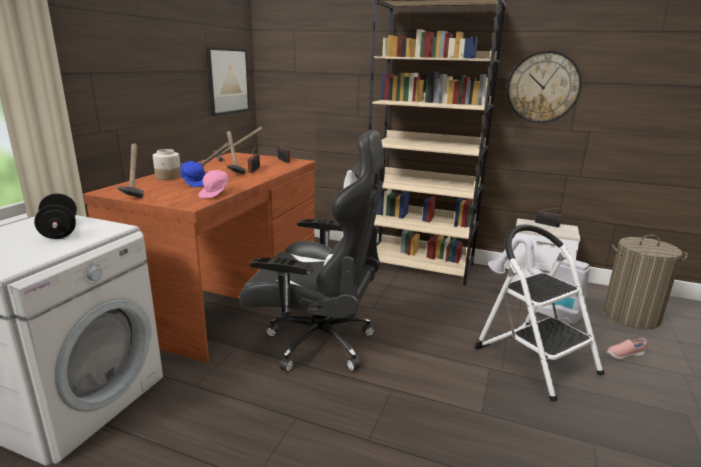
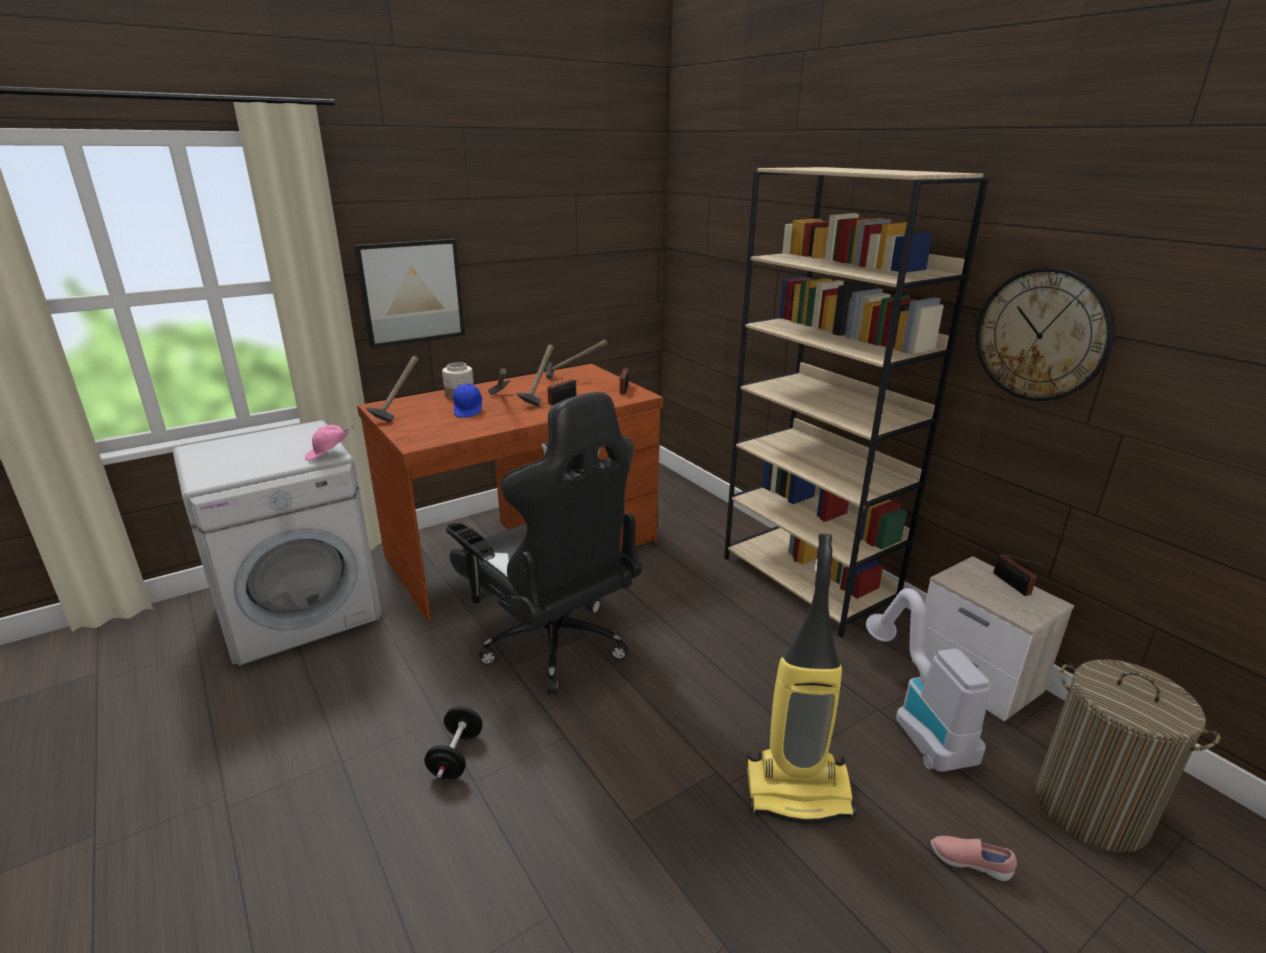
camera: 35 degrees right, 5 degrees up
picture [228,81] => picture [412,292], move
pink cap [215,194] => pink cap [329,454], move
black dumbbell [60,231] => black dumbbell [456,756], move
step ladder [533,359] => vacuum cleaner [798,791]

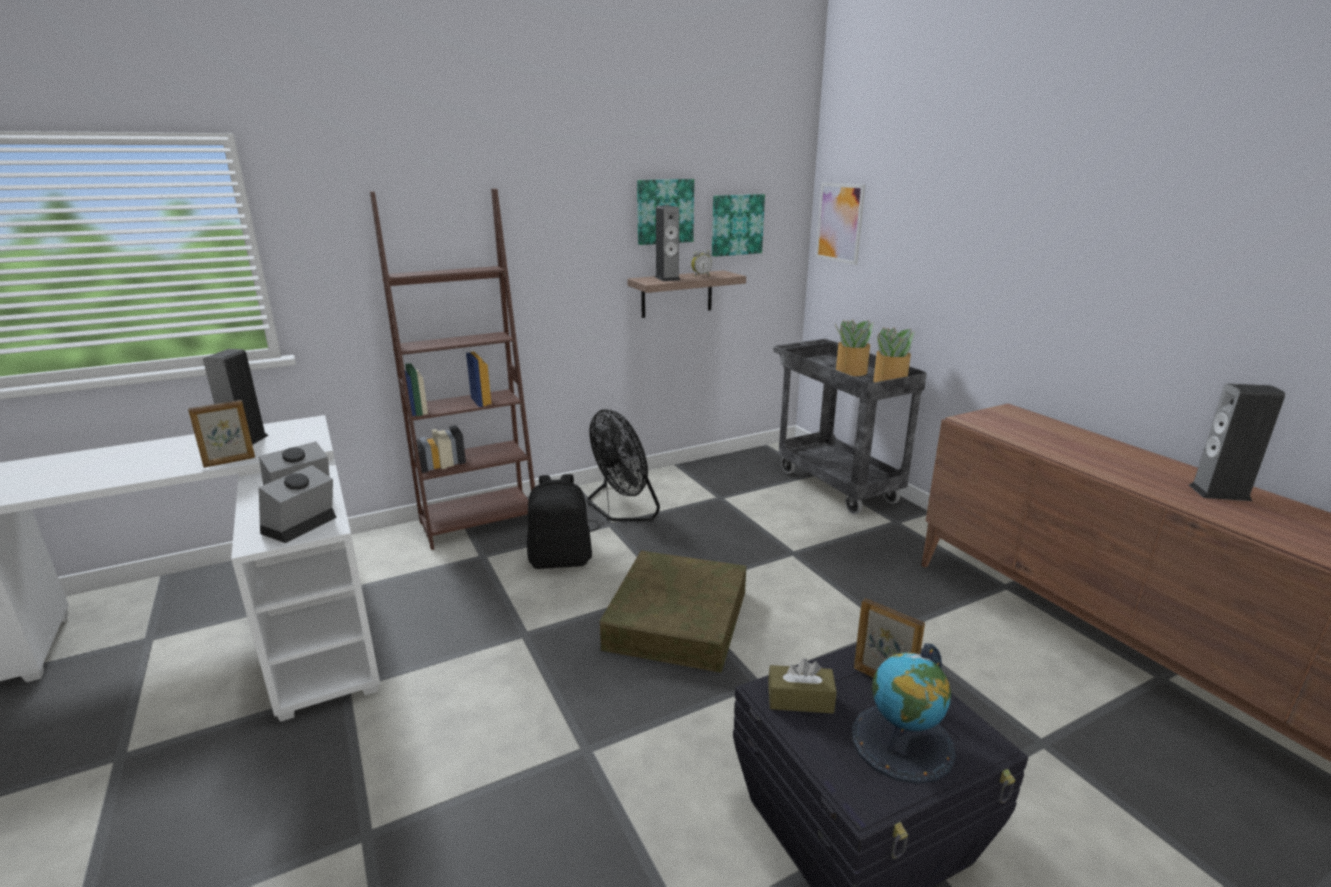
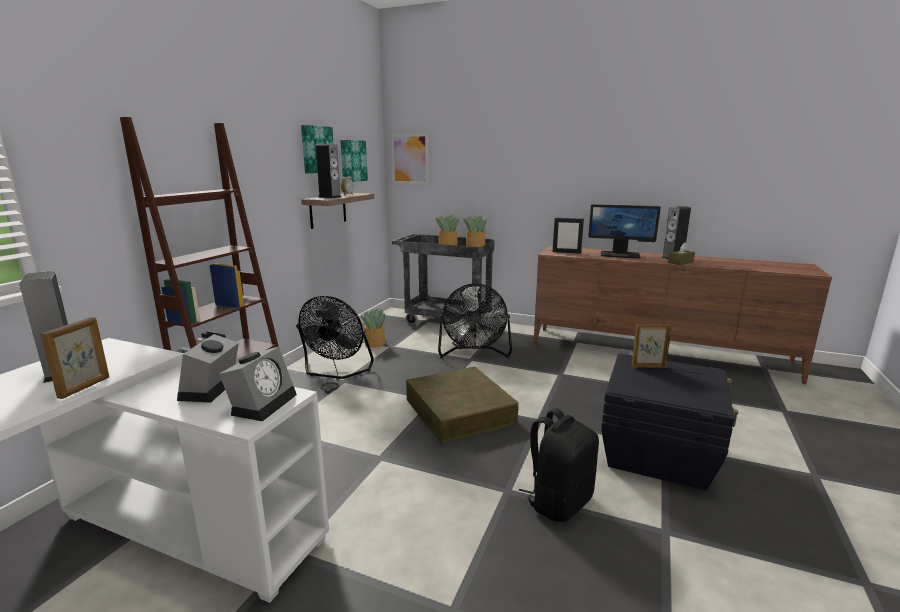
camera: 40 degrees left, 5 degrees down
alarm clock [299,527] => alarm clock [263,403], 150 degrees counterclockwise
black backpack [561,560] => black backpack [559,501], move
globe [902,742] => nothing
brown tissue box [800,699] => brown tissue box [680,262], move
nothing => monitor [620,255]
nothing => picture frame [566,252]
nothing => black fan [471,352]
nothing => potted plant [374,344]

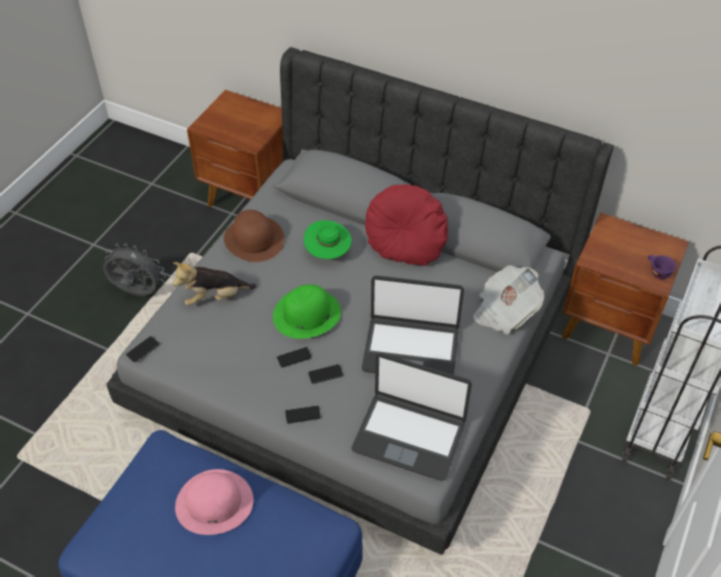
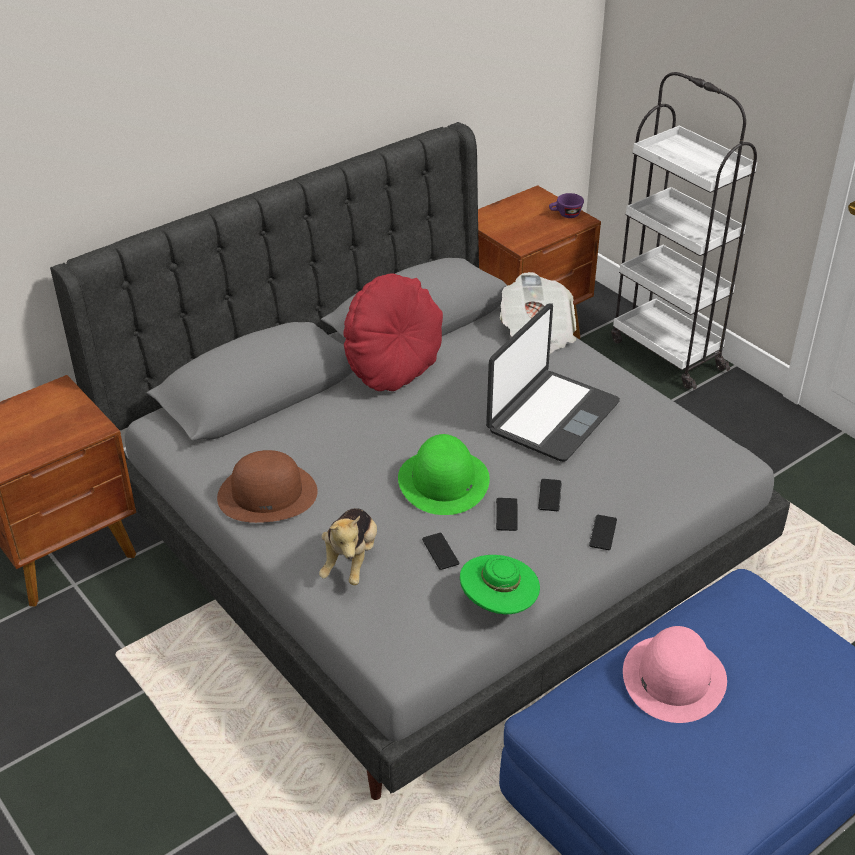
camera: 65 degrees left, 10 degrees down
green hat [328,252] => green hat [498,604], move
grey fan [137,293] => nothing
phone [143,349] => phone [440,551], move
laptop [409,435] => nothing

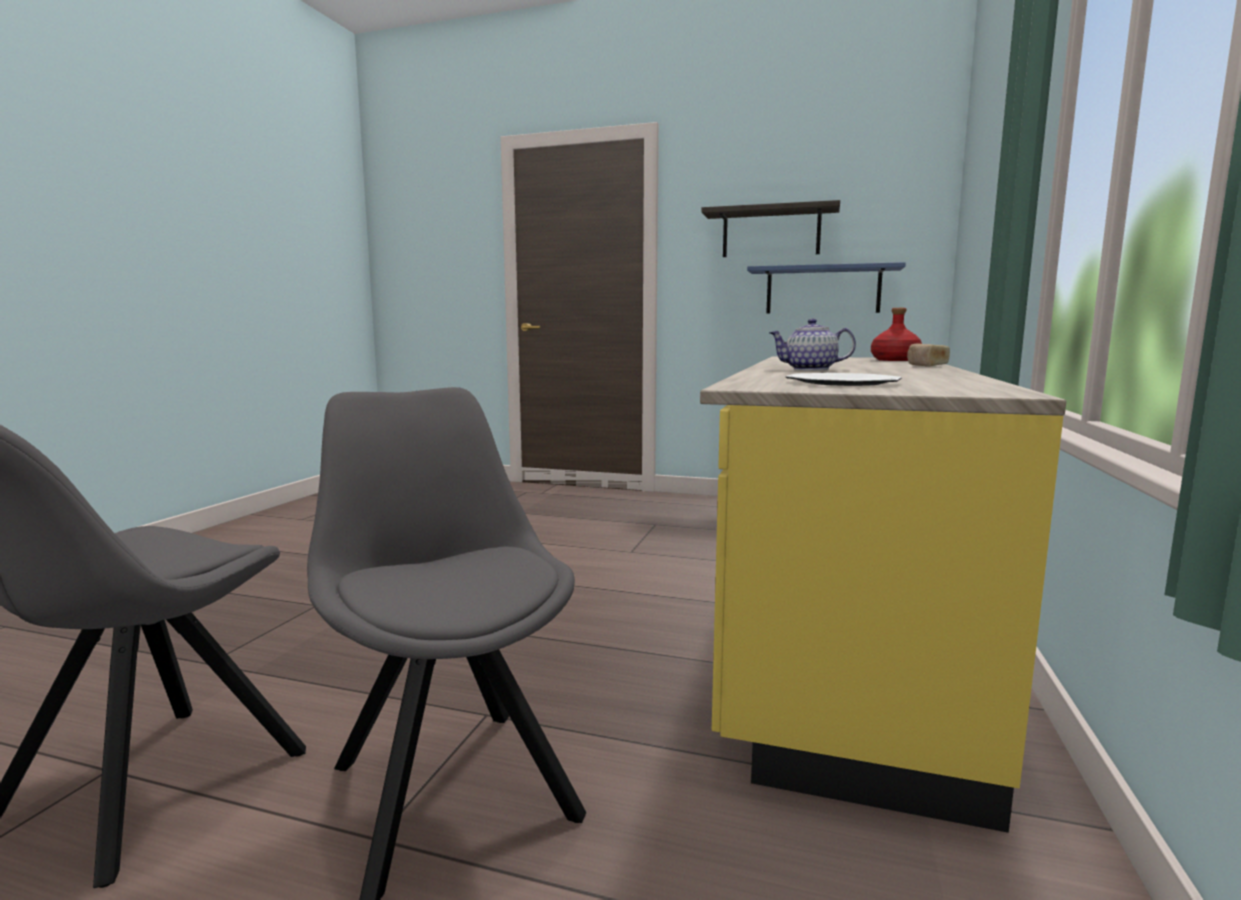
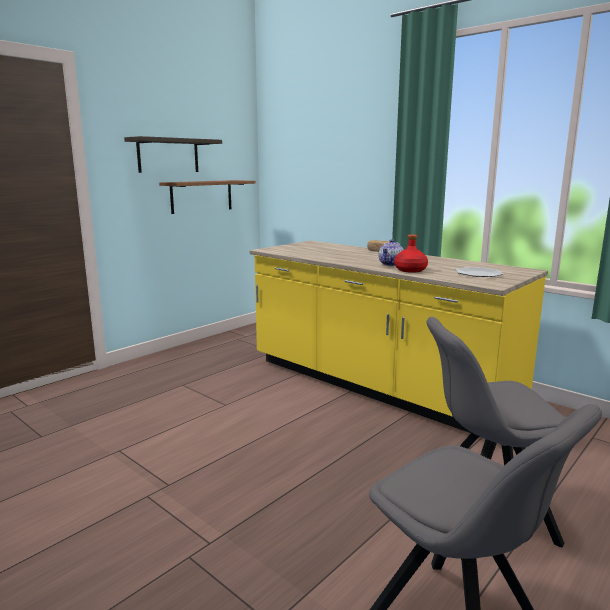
camera: 65 degrees left, 5 degrees up
blue shelf [822,290] => brown shelf [201,196]
red bottle [894,360] => red bottle [410,270], move

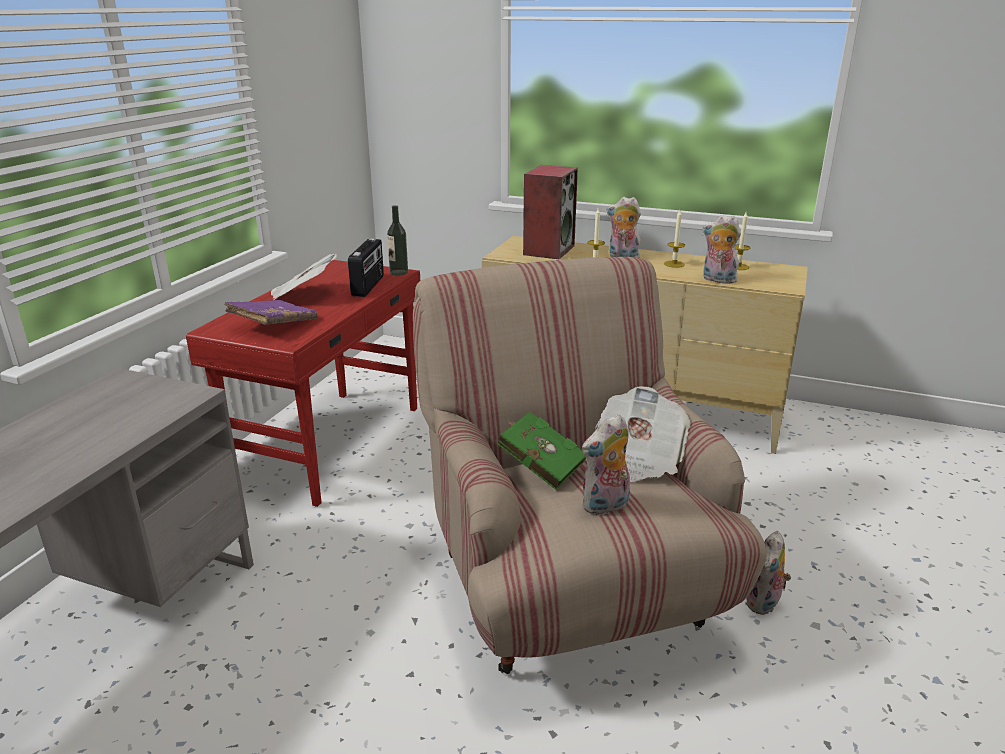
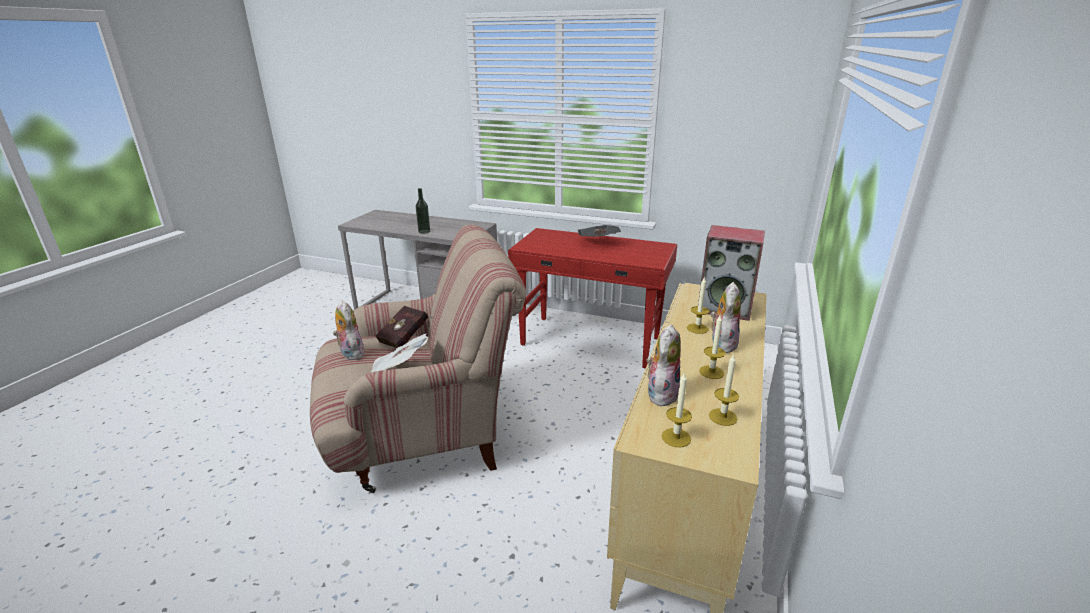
camera: 90 degrees right, 0 degrees up
bottle [398,272] => bottle [424,231], move
radio [368,286] => nothing
purple book [274,324] => nothing
green book [539,466] => red book [406,337]
plush toy [764,603] => nothing
nothing => candle [676,437]

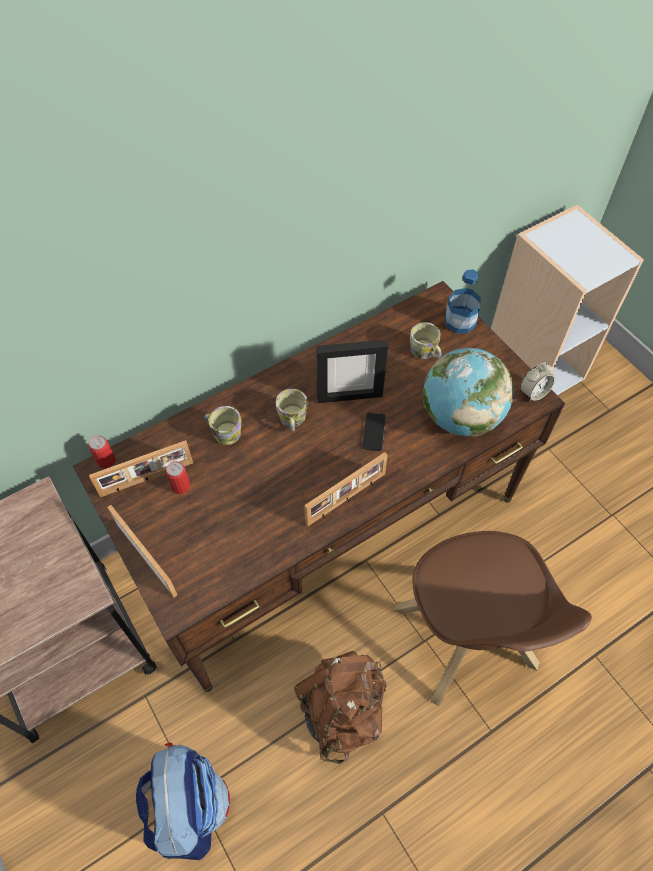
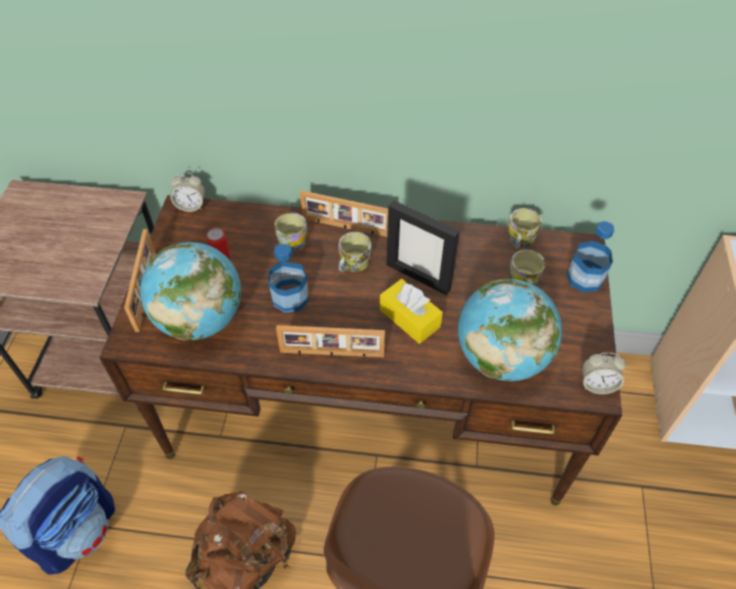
camera: 40 degrees right, 5 degrees down
phone [374,432] => yellow tissue box [409,318]
can [106,460] => alarm clock [191,206]
picture frame [147,479] => picture frame [345,228], move
nothing => mug [519,241]
nothing => globe [200,319]
nothing => bottle [290,298]

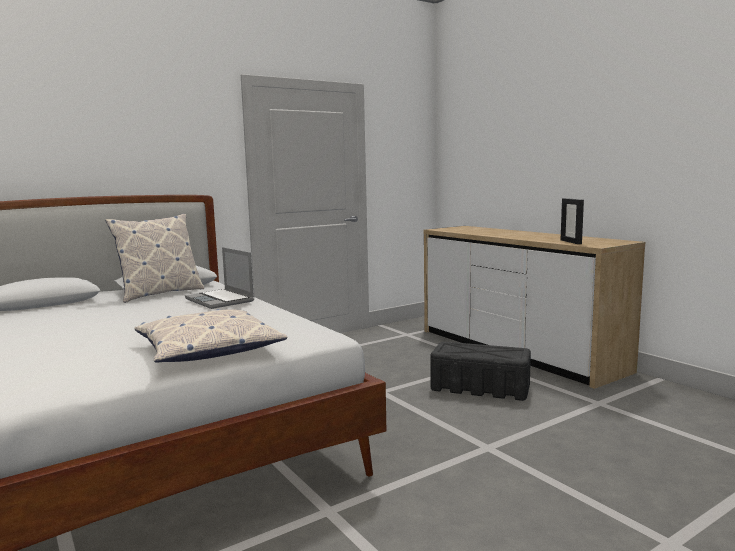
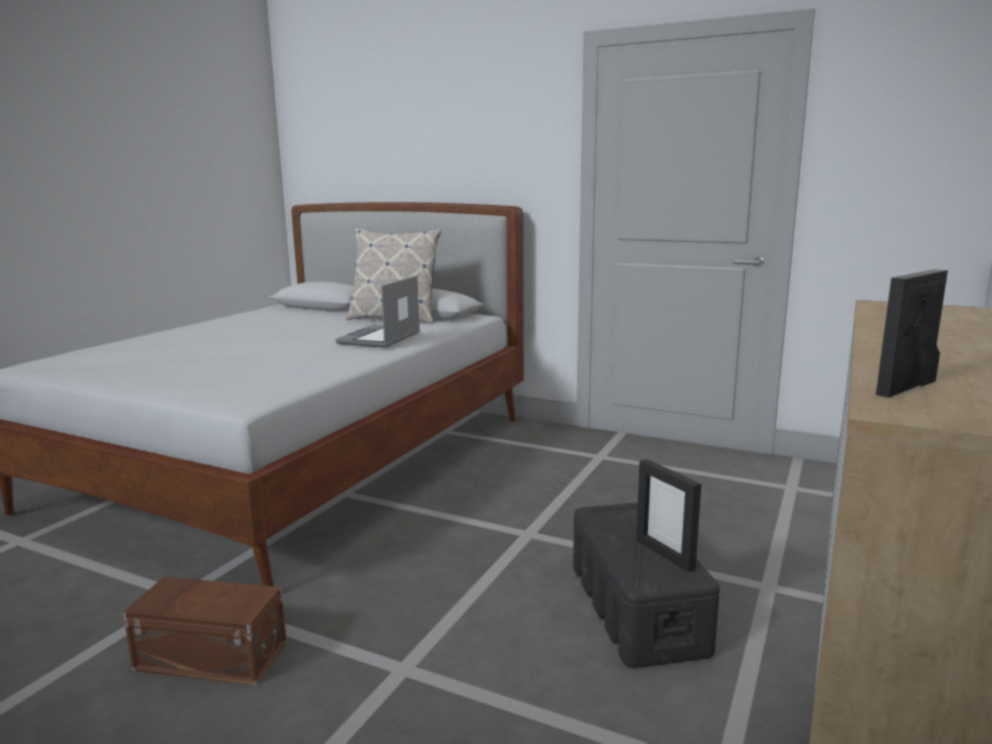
camera: 60 degrees right, 5 degrees up
pillow [208,349] => nothing
nothing => picture frame [665,554]
nothing => brown storage box [211,654]

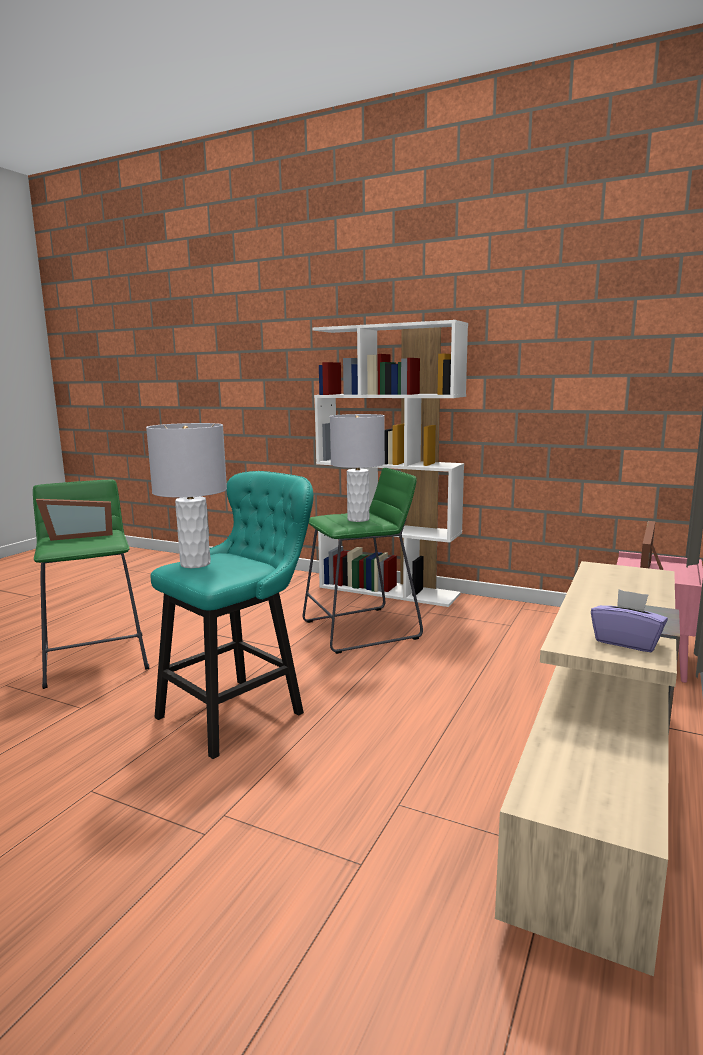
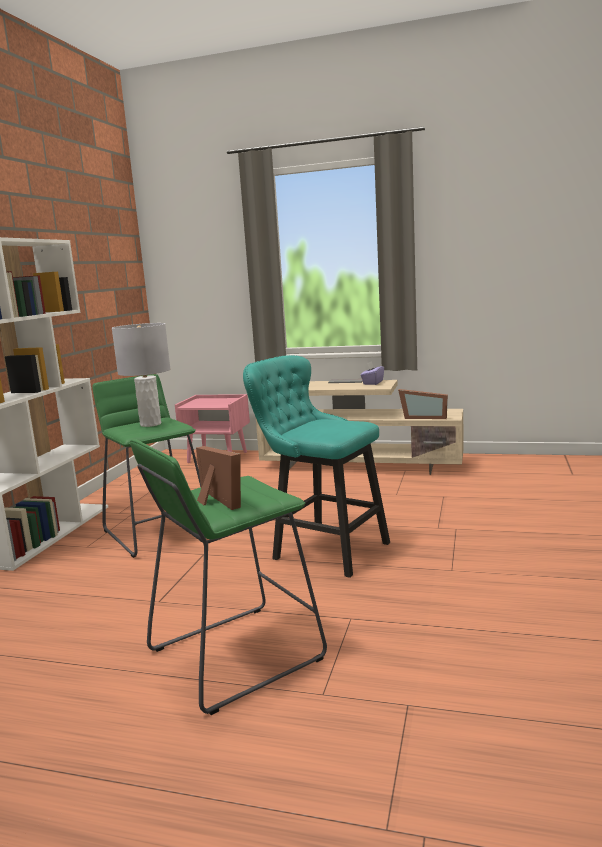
camera: 100 degrees left, 0 degrees up
grey table lamp [195,564] => nothing
picture frame [652,568] => picture frame [423,417], move

